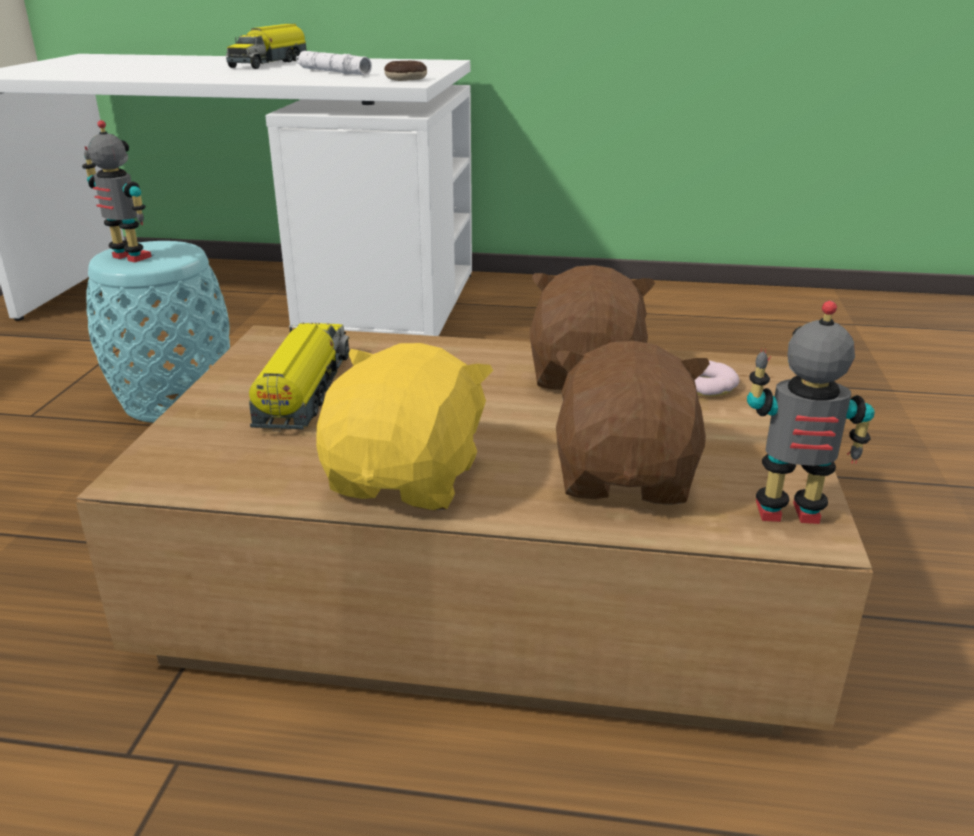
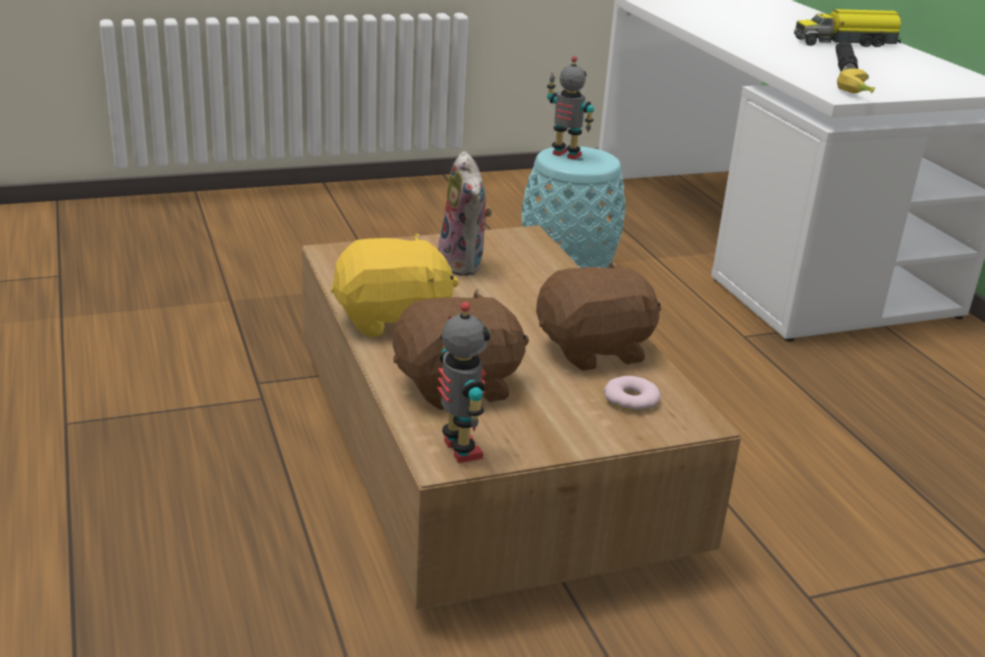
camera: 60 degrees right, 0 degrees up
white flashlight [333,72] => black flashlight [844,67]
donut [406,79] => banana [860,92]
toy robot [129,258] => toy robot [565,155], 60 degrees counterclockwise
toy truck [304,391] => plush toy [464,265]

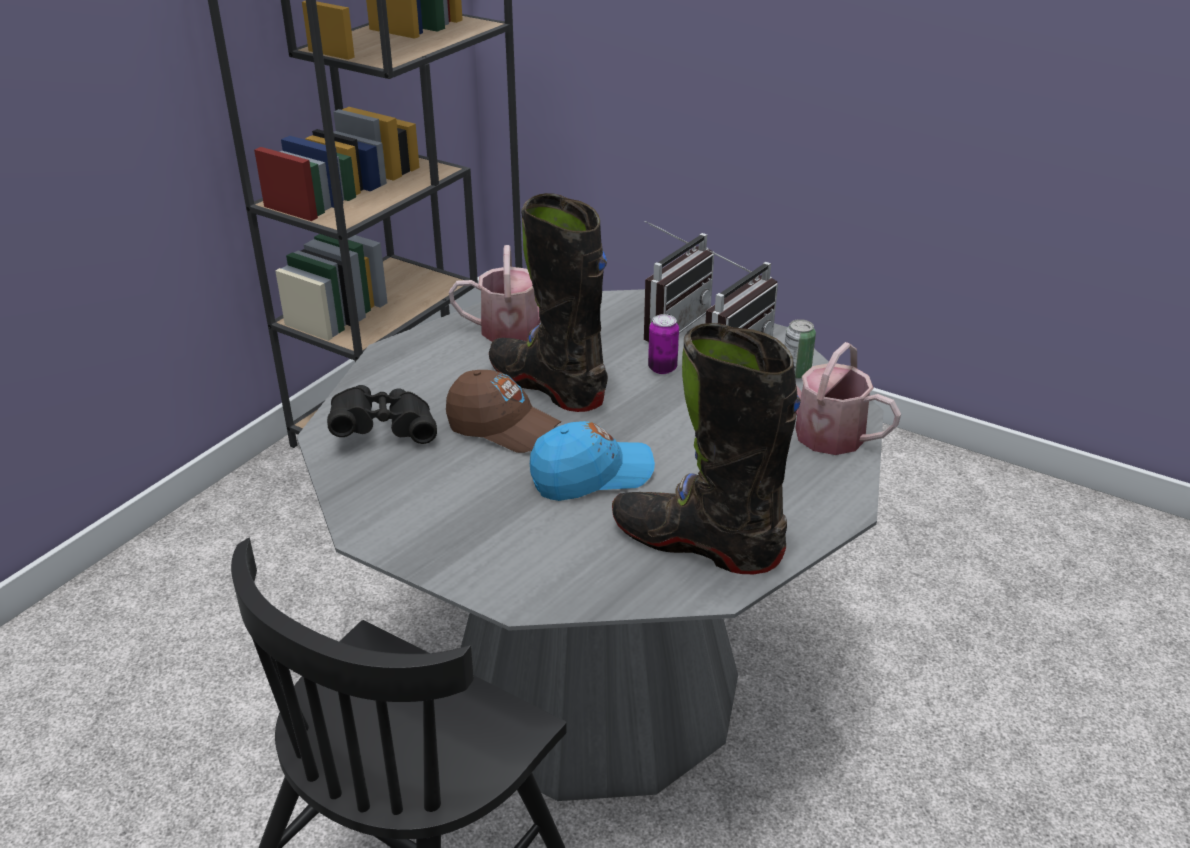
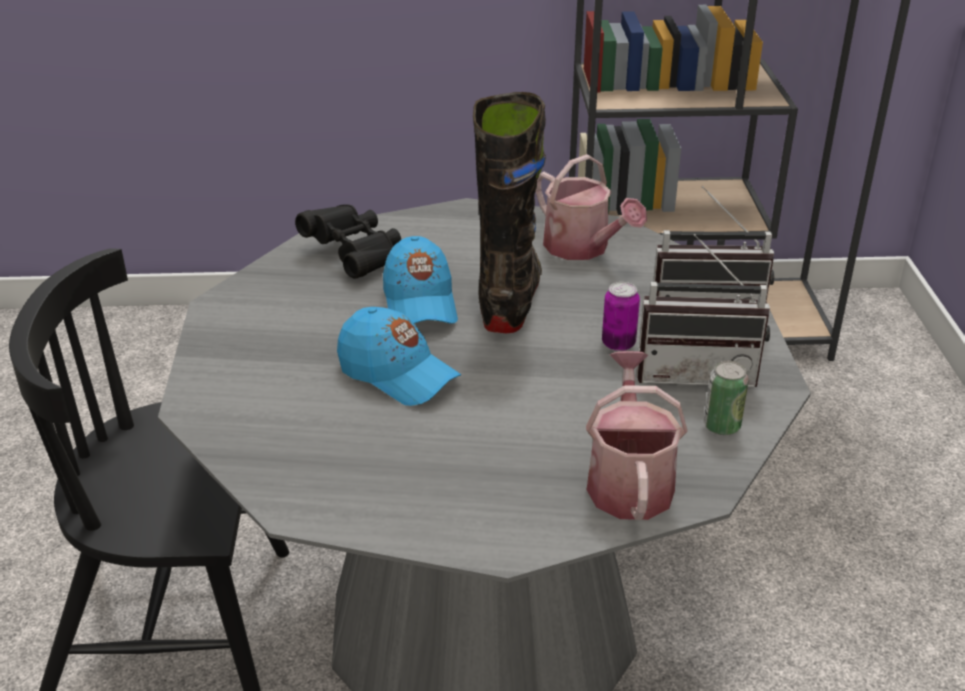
camera: 55 degrees right, 0 degrees up
black boot [696,543] => nothing
brown cap [502,428] => blue cap [419,303]

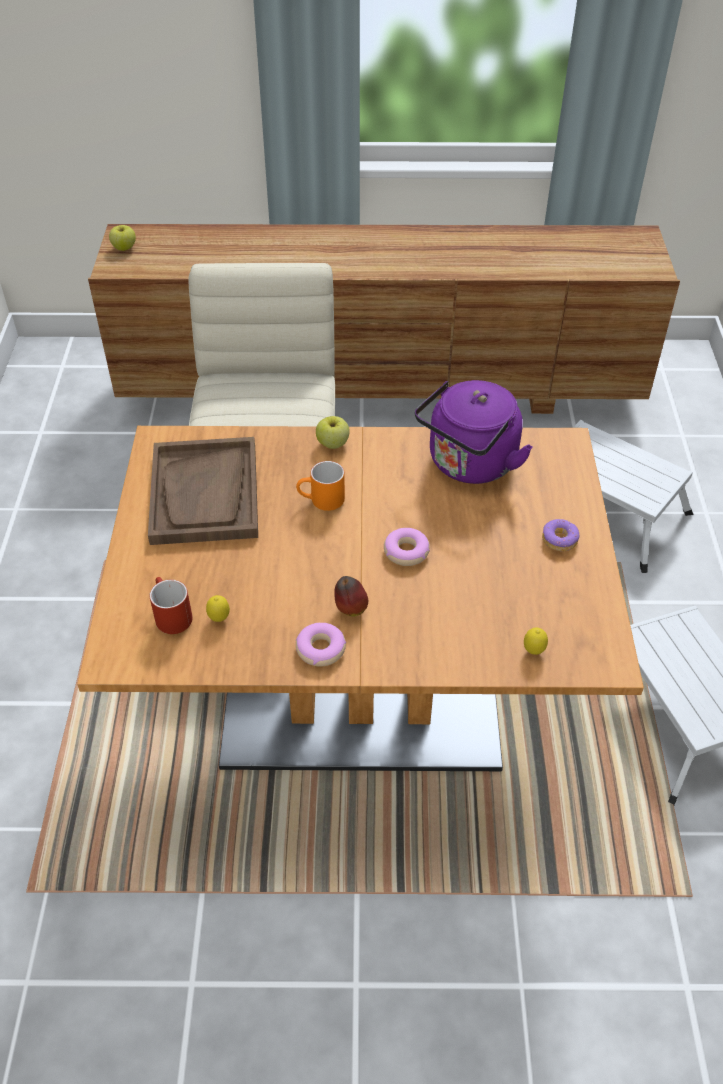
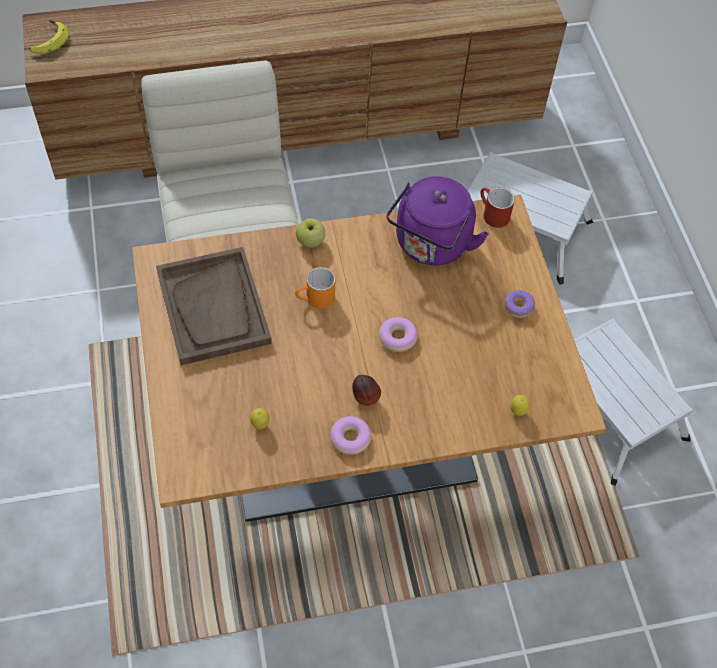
camera: 15 degrees left, 10 degrees up
apple [124,248] => banana [48,41]
red mug [169,615] => red mug [491,214], move

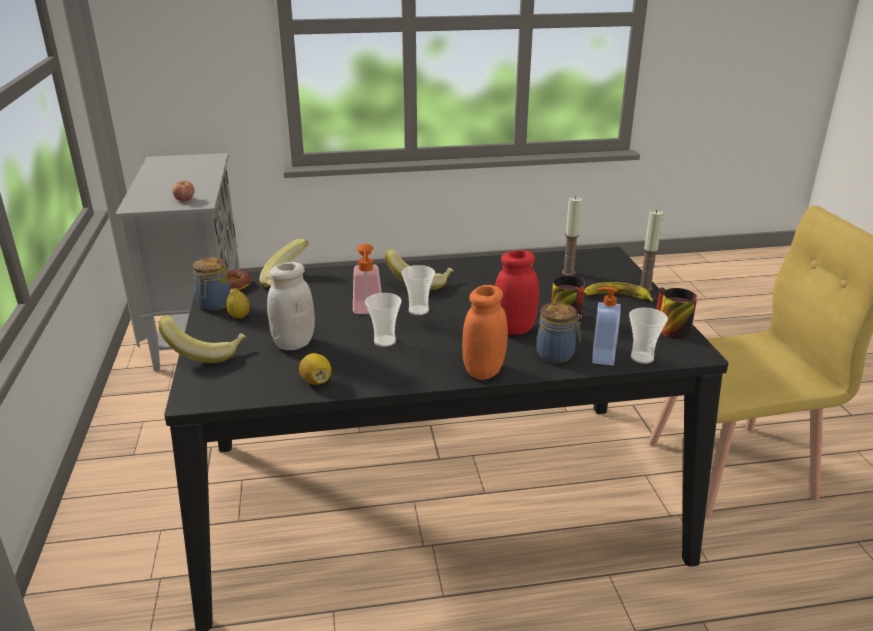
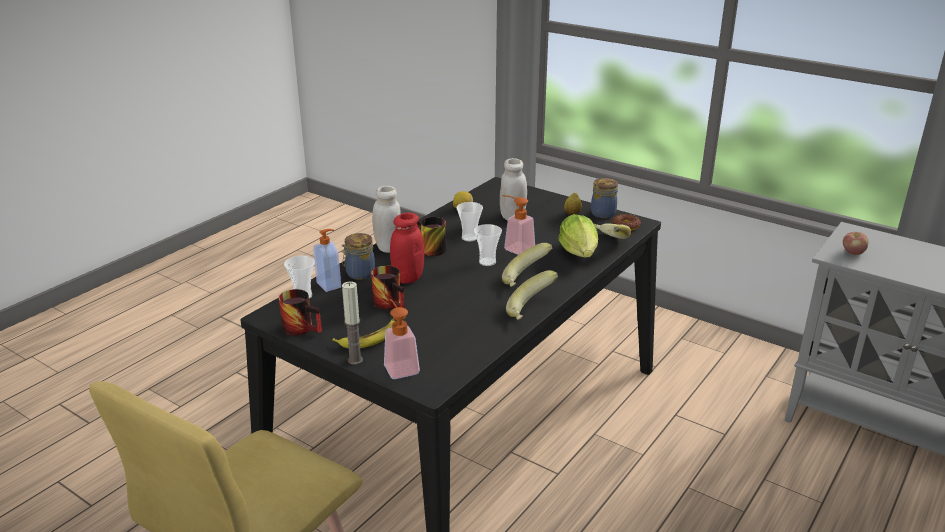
camera: 135 degrees right, 0 degrees up
candle [568,272] => nothing
orange jar [484,371] => white jar [388,247]
banana [206,352] => banana [532,311], move
nothing => lettuce [579,253]
nothing => mug [428,249]
nothing => soap dispenser [399,366]

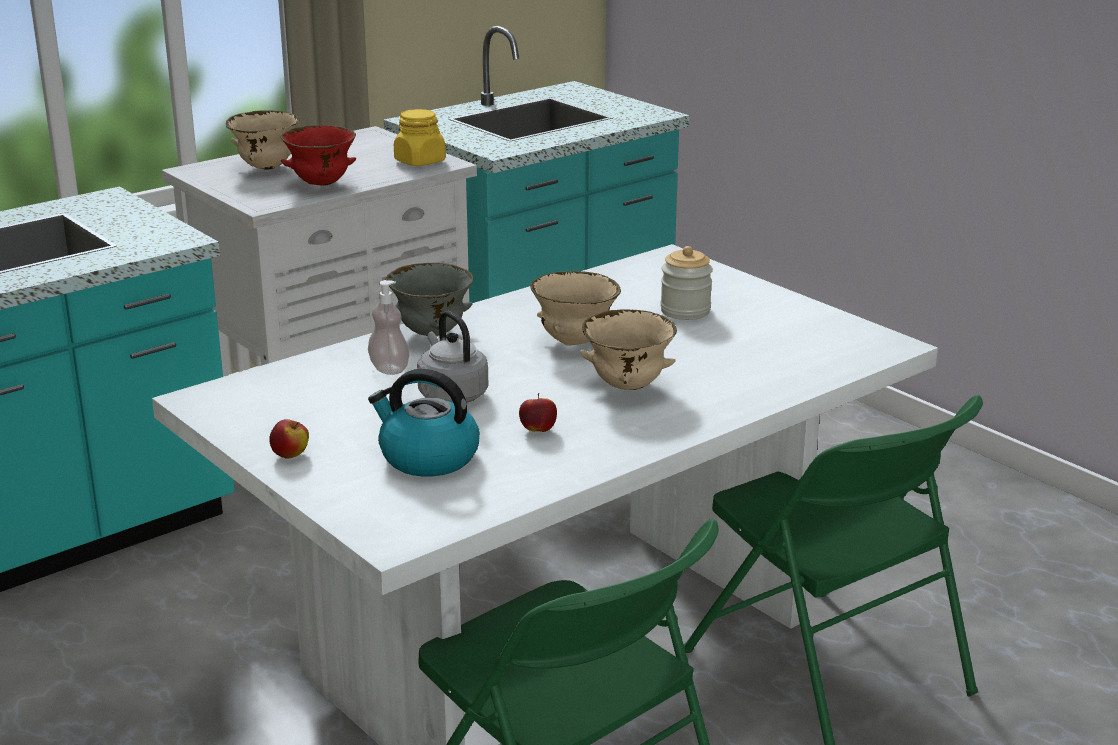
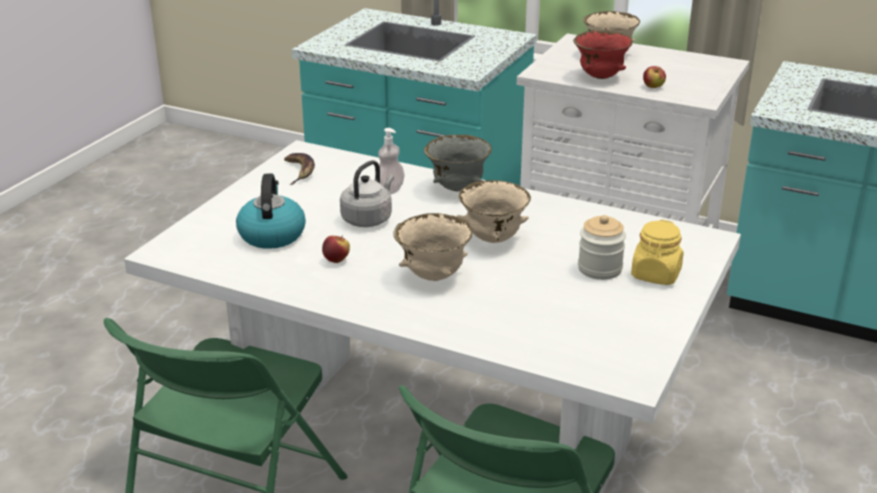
camera: 65 degrees right, 5 degrees up
yellow jar [420,161] => yellow jar [656,274], move
apple [290,455] => apple [653,87], move
nothing => banana [299,171]

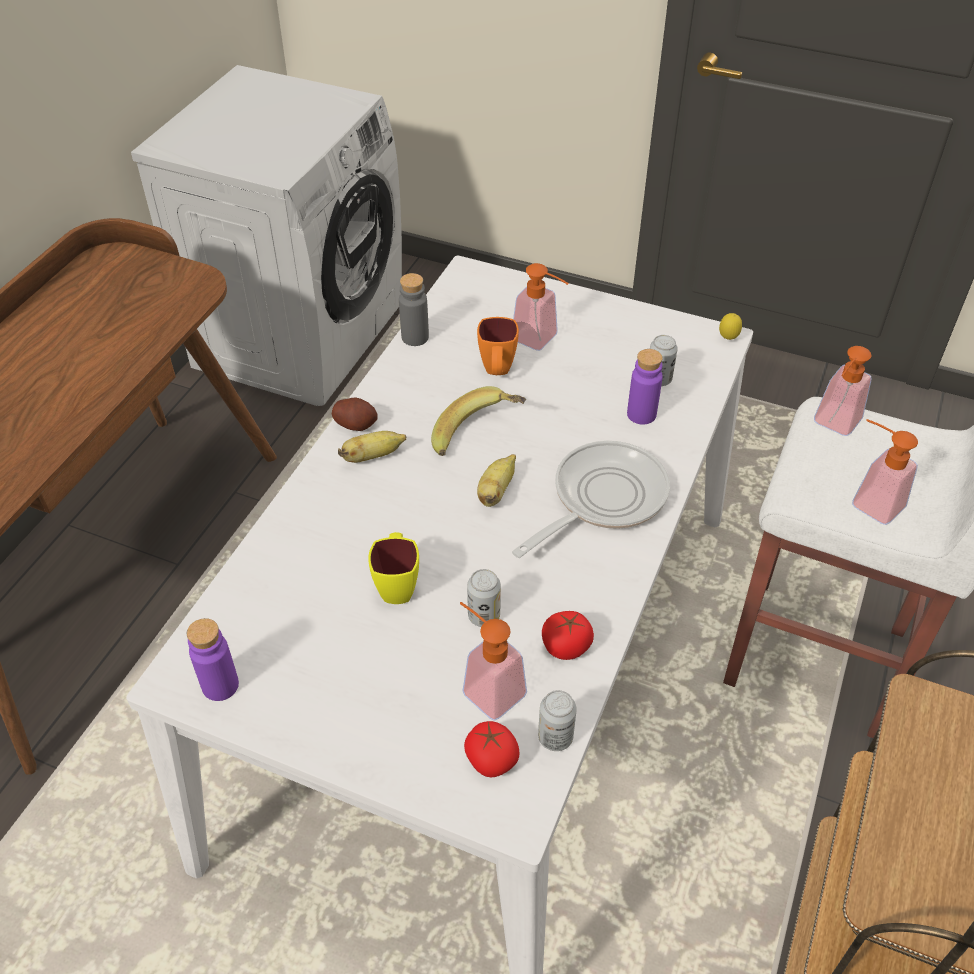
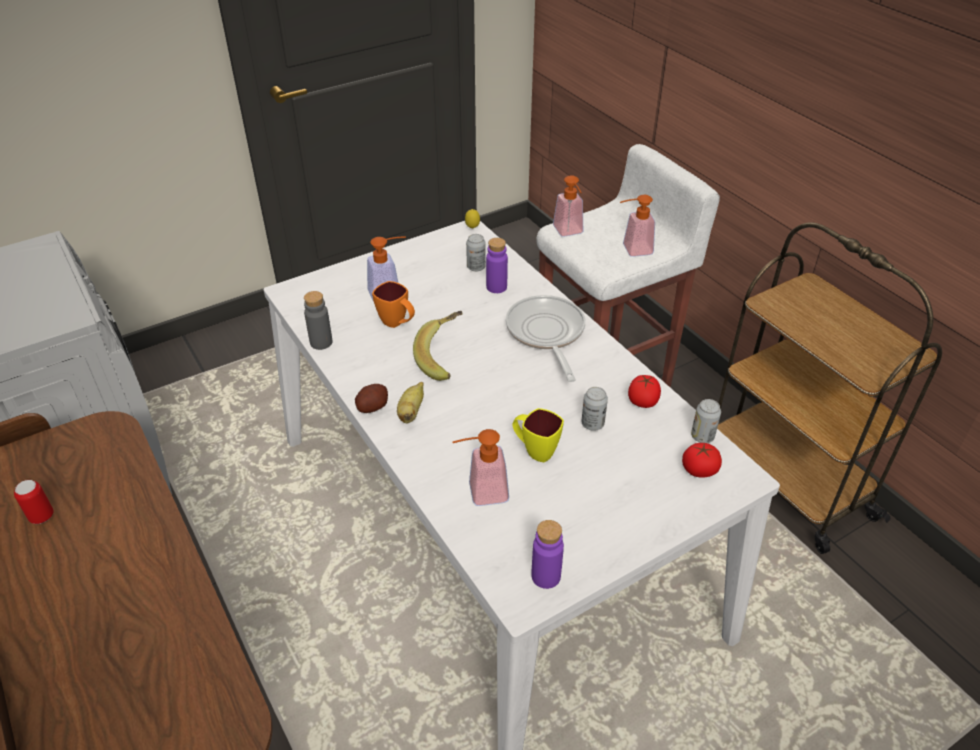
camera: 55 degrees left, 5 degrees down
banana [496,491] => nothing
soap dispenser [486,687] => soap dispenser [480,493], move
nothing => can [42,516]

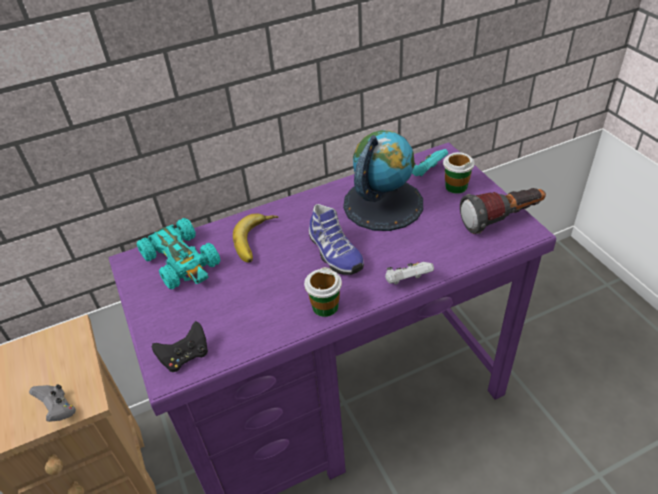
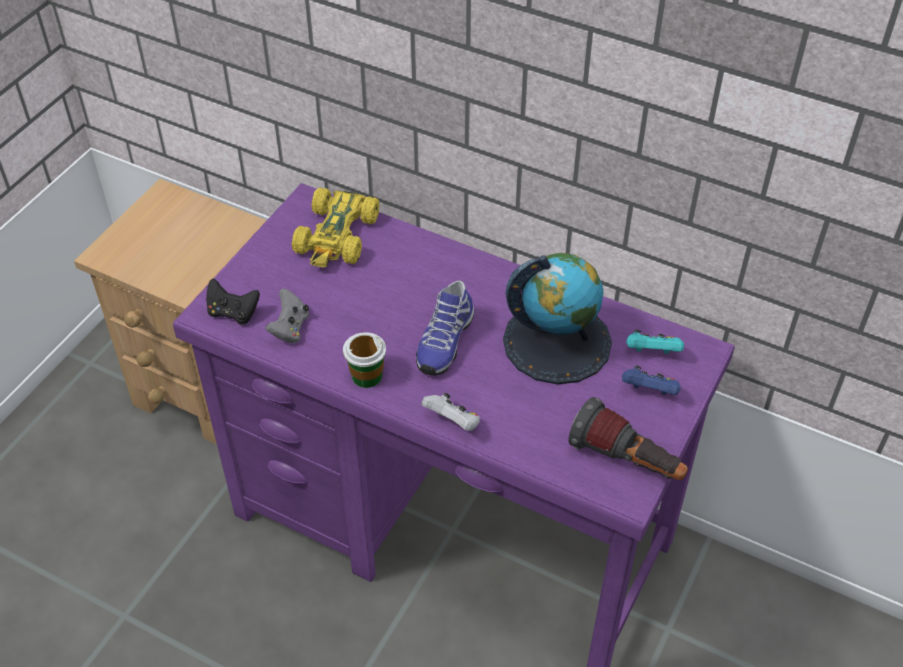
camera: 50 degrees right, 5 degrees up
cup [456,186] => blue game controller [649,392]
banana [258,240] => nothing
turquoise toy car [182,261] => yellow toy car [337,236]
grey game controller [58,409] => grey game controller [290,328], move

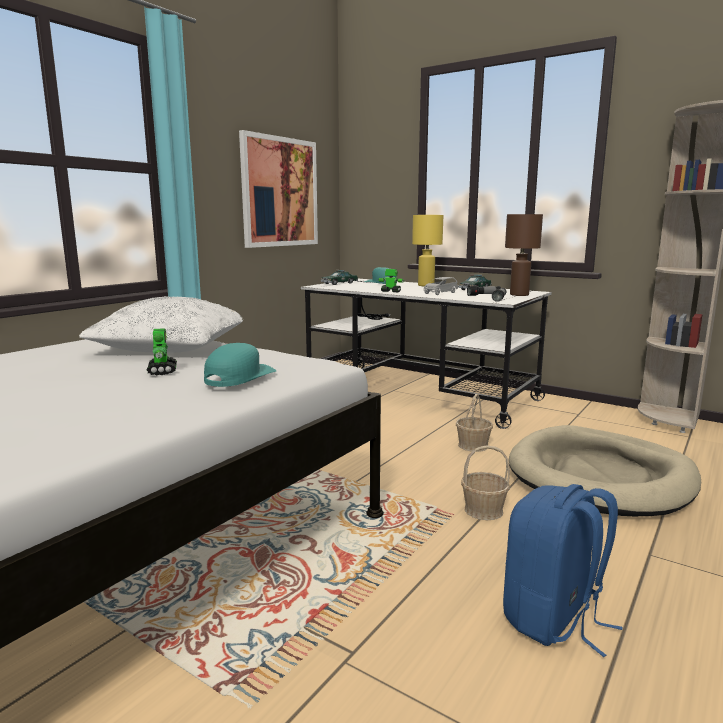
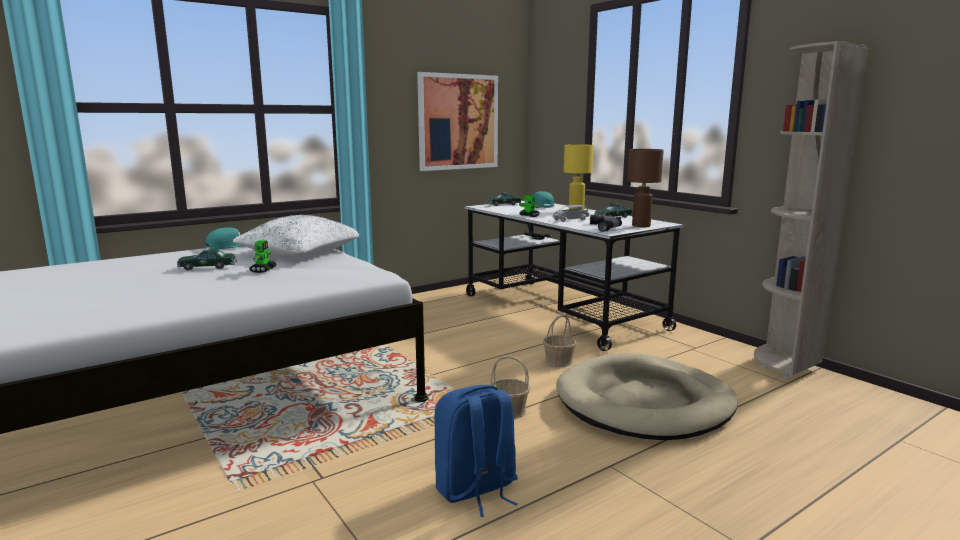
camera: 20 degrees right, 0 degrees up
turquoise cap [239,377] => turquoise cap [229,246], move
nothing => toy car [207,267]

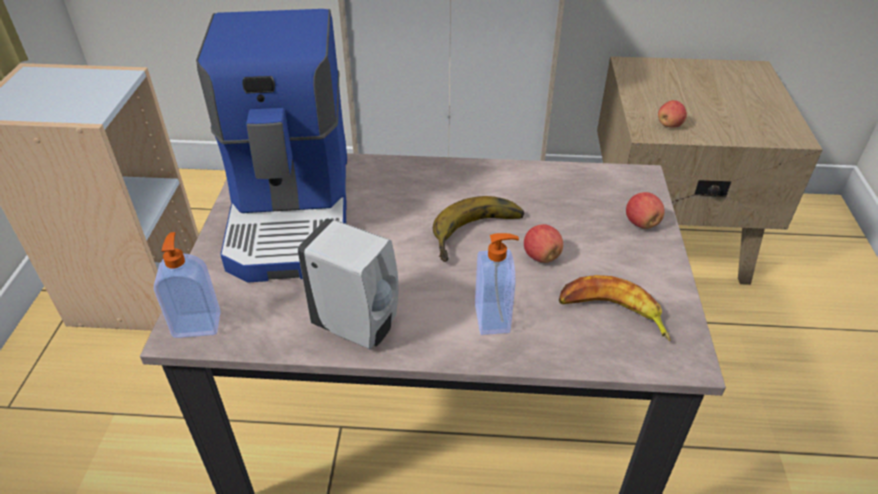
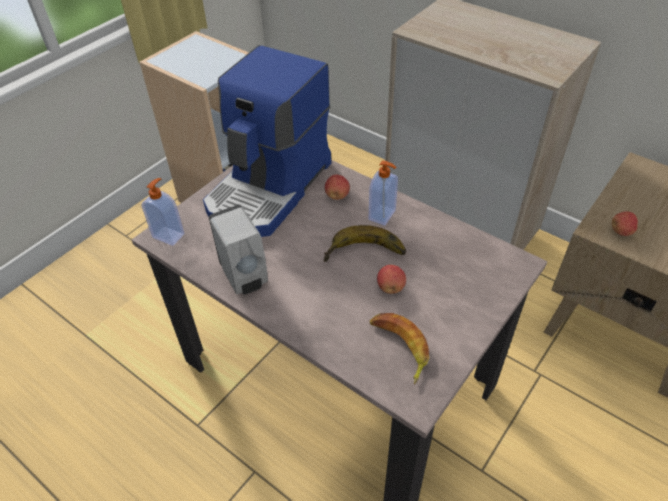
camera: 35 degrees right, 5 degrees up
apple [641,223] => apple [337,195], move
soap dispenser [494,318] => soap dispenser [383,215], move

